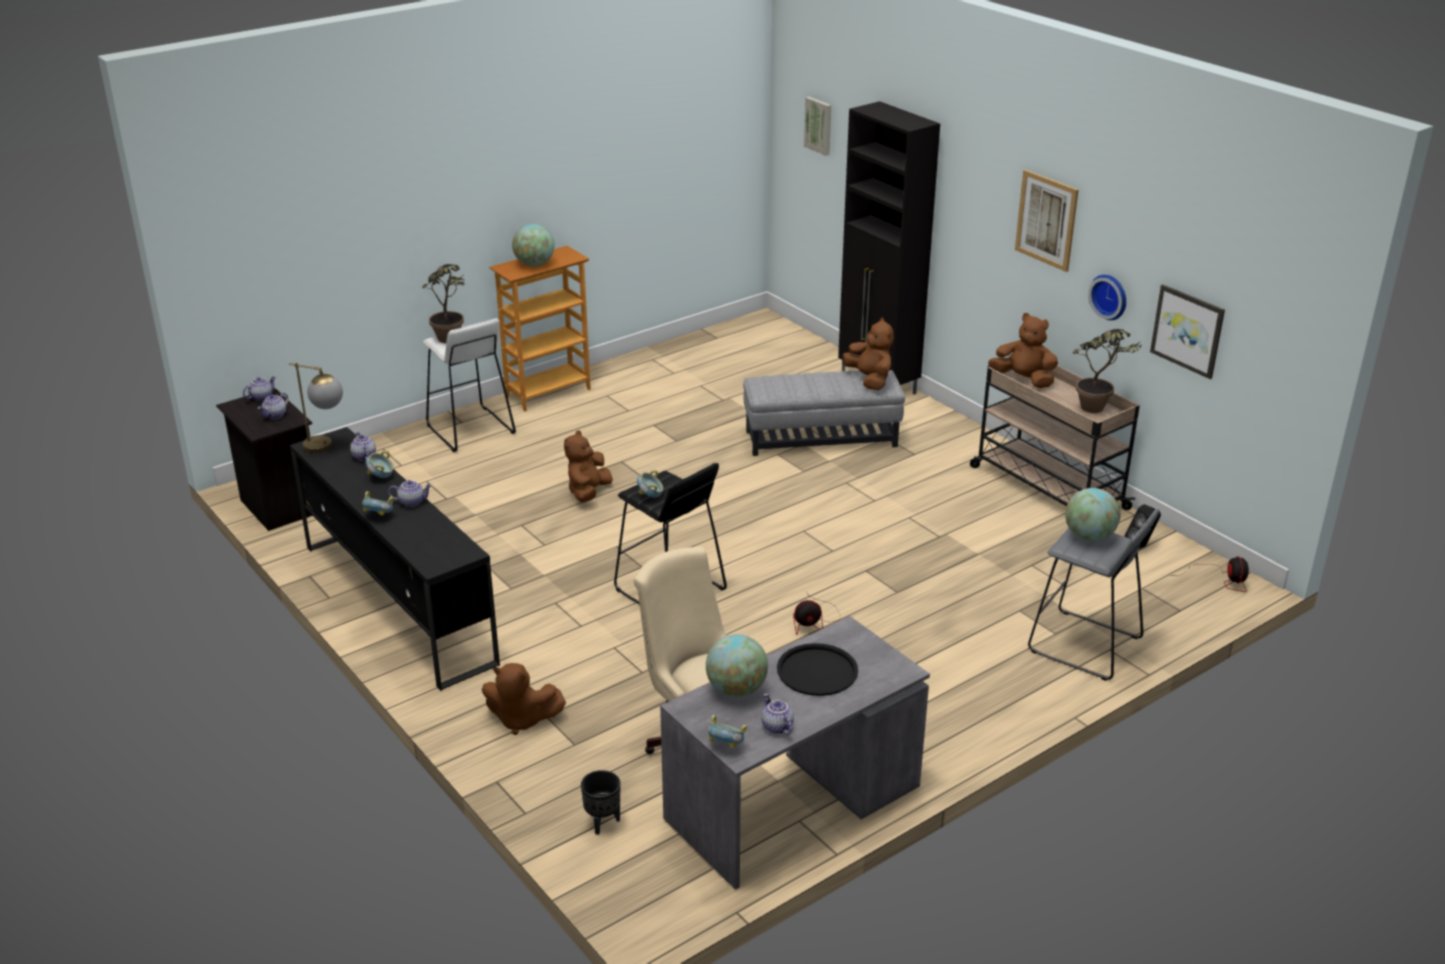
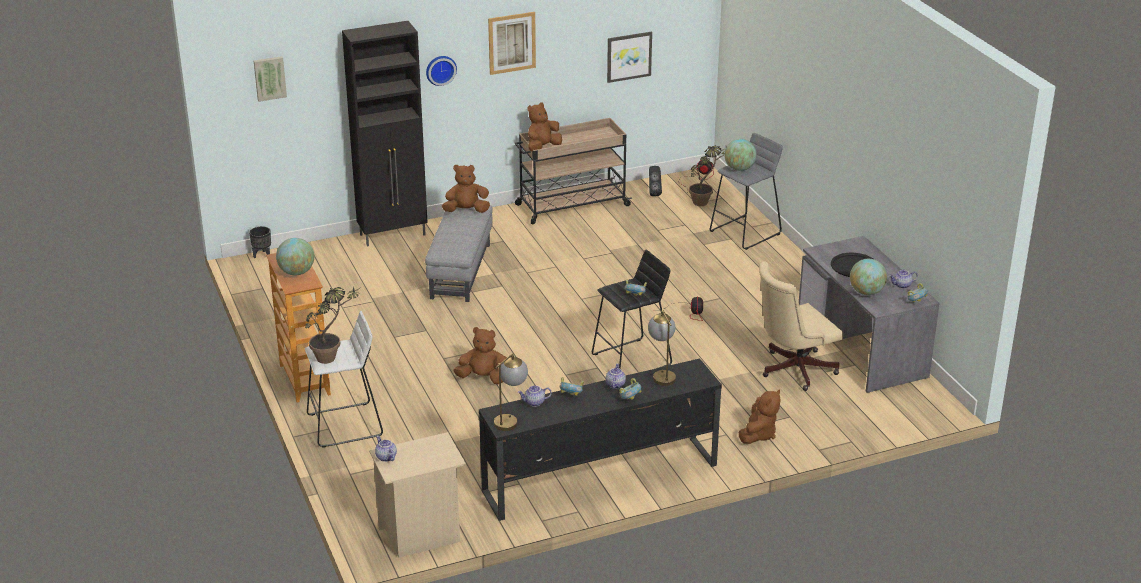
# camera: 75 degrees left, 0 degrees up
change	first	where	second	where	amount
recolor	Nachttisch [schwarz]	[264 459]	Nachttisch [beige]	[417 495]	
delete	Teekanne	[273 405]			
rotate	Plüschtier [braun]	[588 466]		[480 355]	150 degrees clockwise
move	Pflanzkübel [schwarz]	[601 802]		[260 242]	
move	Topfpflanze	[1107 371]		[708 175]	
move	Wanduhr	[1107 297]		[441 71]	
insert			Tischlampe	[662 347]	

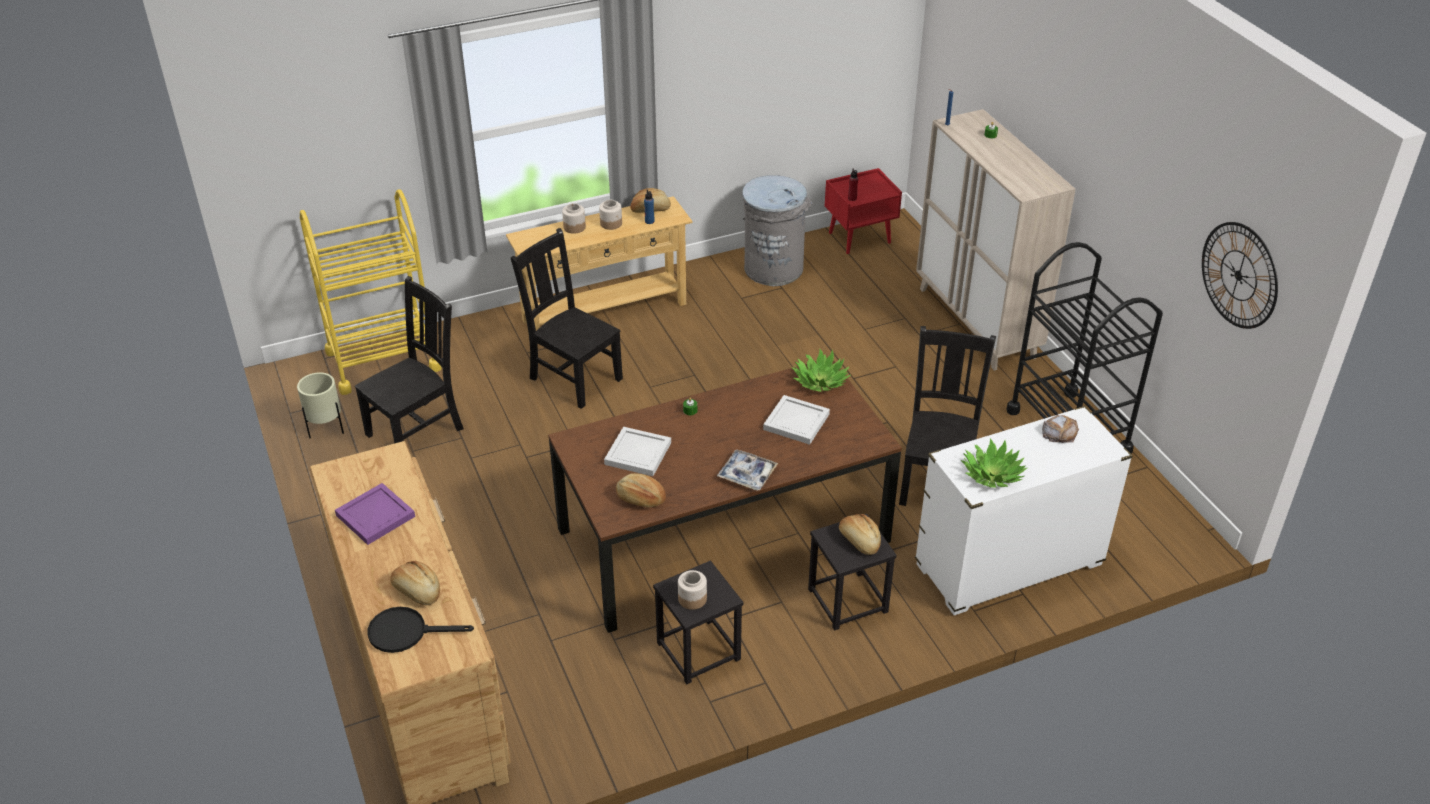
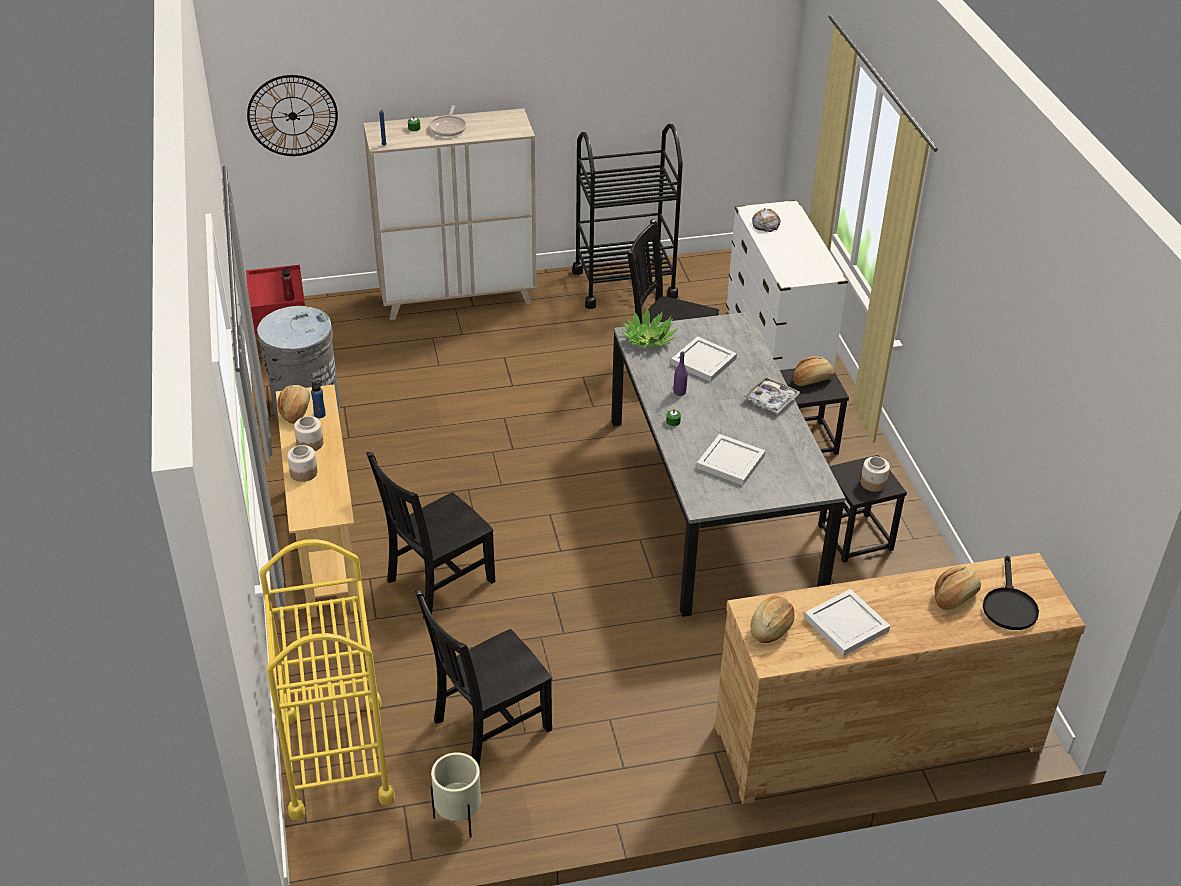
# camera: 80 degrees left, 0 degrees up
change	first	where	second	where	amount
recolor	Tablett [lila]	[375 514]	Tablett [weiß]	[847 622]	
rotate	Stuhl [schwarz]	[409 359]		[483 678]	90 degrees counterclockwise
recolor	Esstisch [braun]	[725 496]	Esstisch [grau]	[728 464]	
move	Brot	[641 490]		[772 619]	
delete	Topfpflanze	[994 463]			
move	Wanduhr	[1240 275]		[292 115]	
insert			Pfanne	[447 121]	
insert			Flasche [lila]	[680 374]	

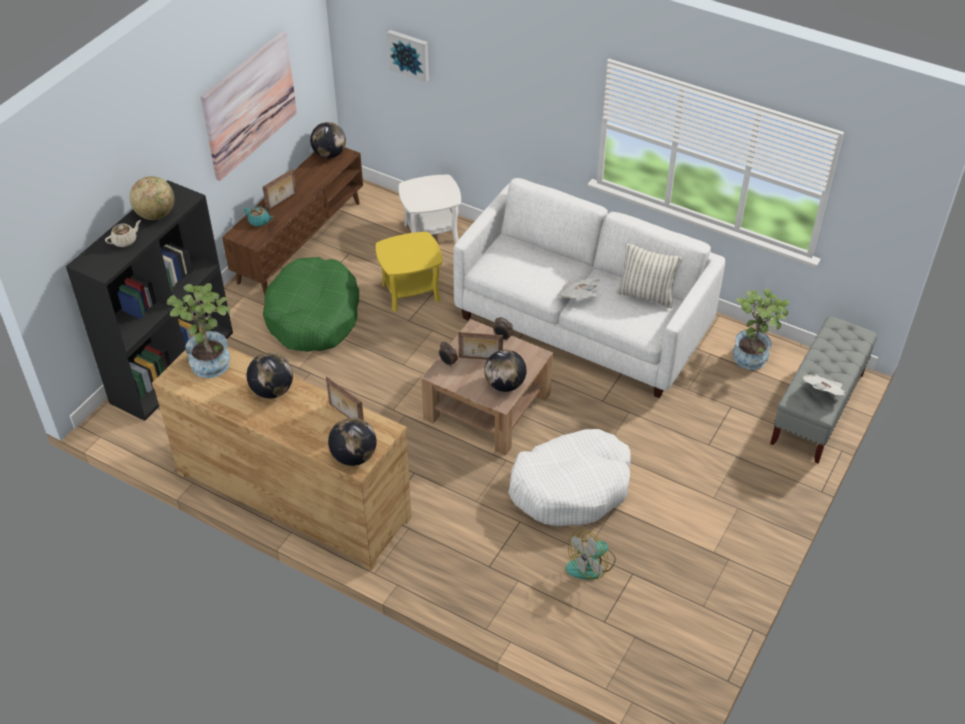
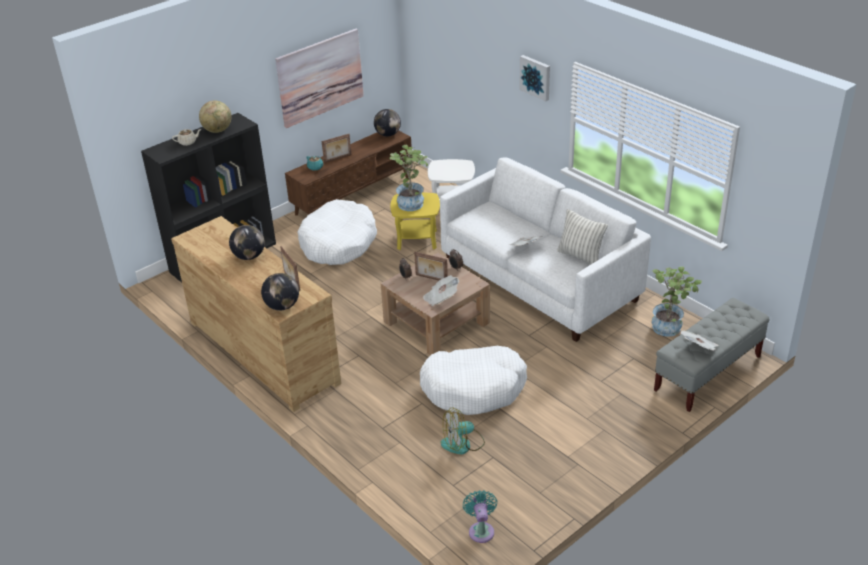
# camera: 20 degrees right, 10 degrees down
change	first	where	second	where	amount
move	Topfpflanze	[198 330]		[408 178]	
recolor	Hundebett [grün]	[311 304]	Hundebett [weiß]	[337 232]	
move	Bild	[408 56]		[534 78]	
replace	Globus	[505 371]	Zeitung	[441 290]	
insert			Ventilator [türkis]	[480 516]	

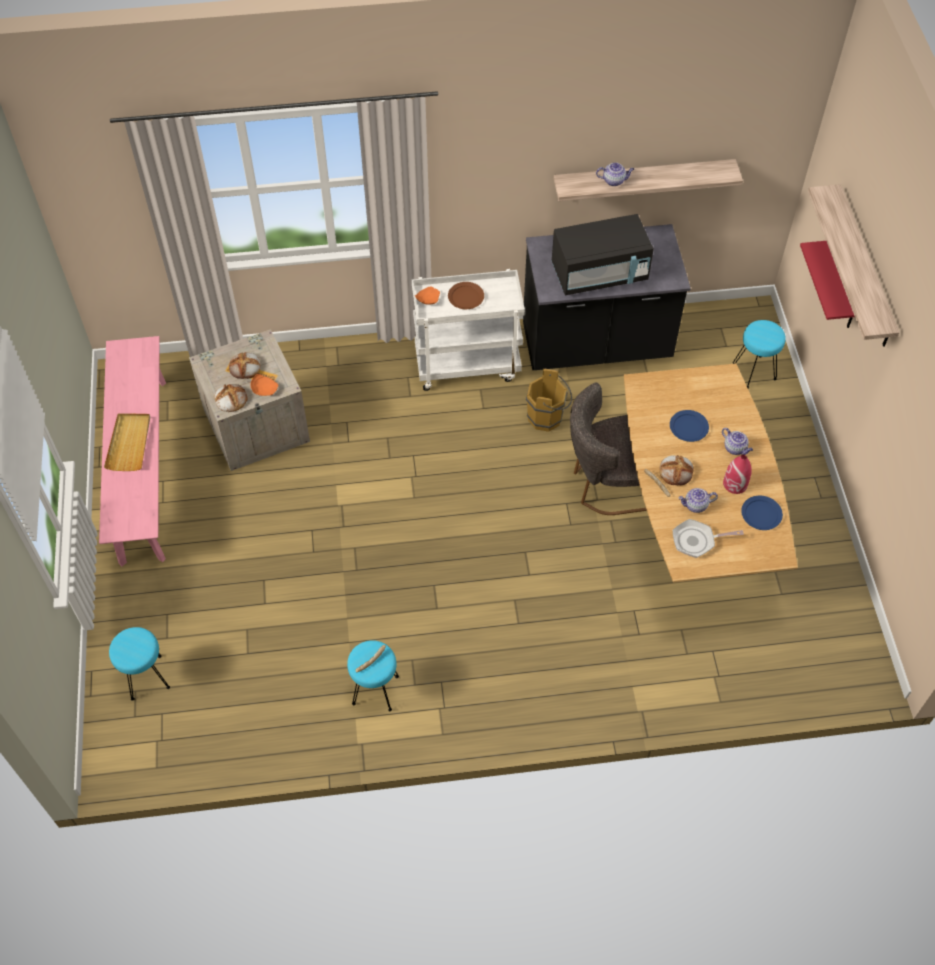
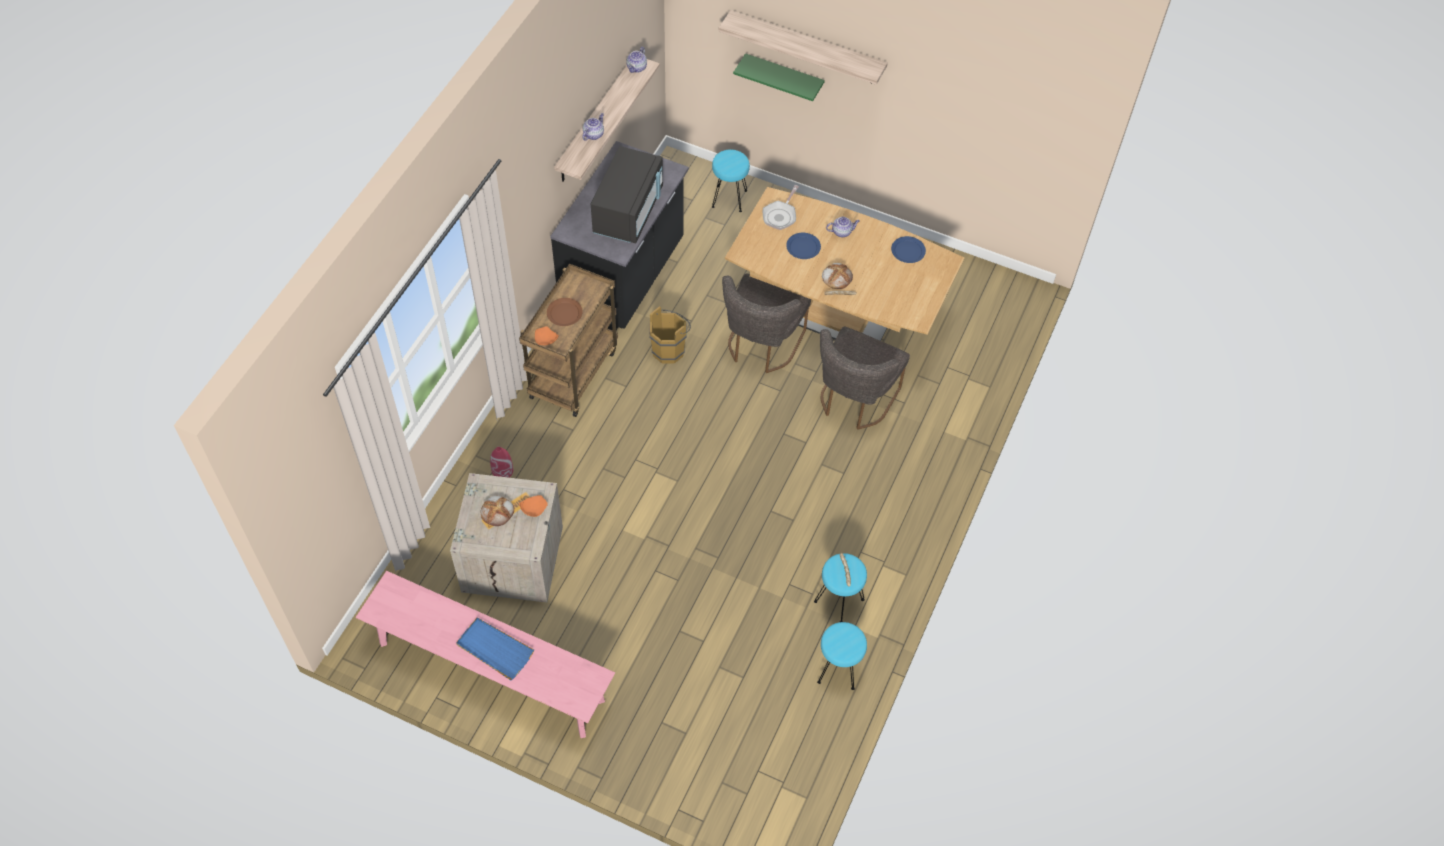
# camera: 60 degrees left, 0 degrees up
change	first	where	second	where	amount
recolor	Tablett [beige]	[127 442]	Tablett [blau]	[495 649]	
move	Hocker [türkis]	[139 664]		[842 656]	
delete	Brot	[231 398]			
recolor	Rollwagen [weiß]	[468 330]	Rollwagen [braun]	[568 340]	
move	Pfanne	[708 538]		[781 207]	
move	Teekanne	[698 500]		[636 60]	
move	Vase [rot]	[737 474]		[501 462]	
recolor	Wandregal [rot]	[827 284]	Wandregal [grün]	[779 77]	
insert			Stuhl [grau]	[865 378]	

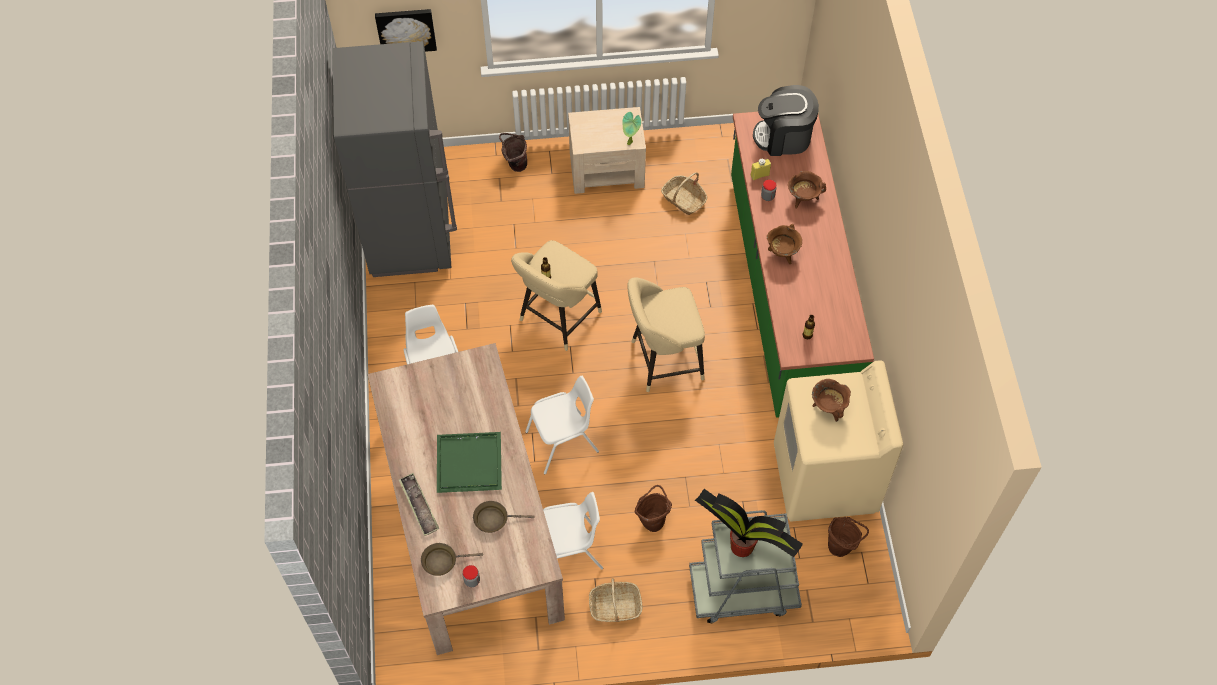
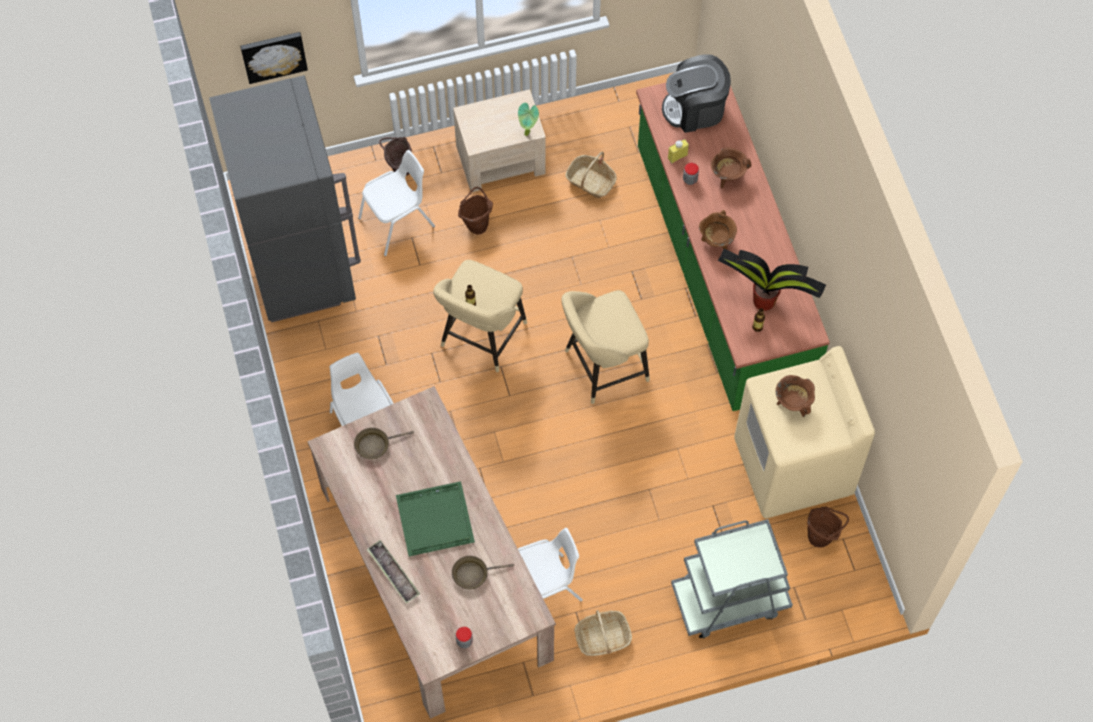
# camera: 10 degrees left, 5 degrees up
change	first	where	second	where	amount
move	Pfanne [braun]	[452 559]		[384 444]	
move	Stuhl [weiß]	[562 425]		[396 203]	
move	Eimer [braun]	[653 508]		[475 211]	
move	Topfpflanze	[749 523]		[771 279]	

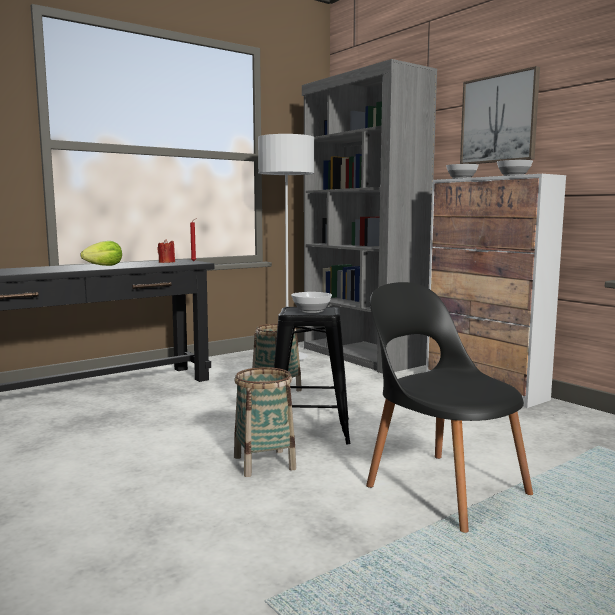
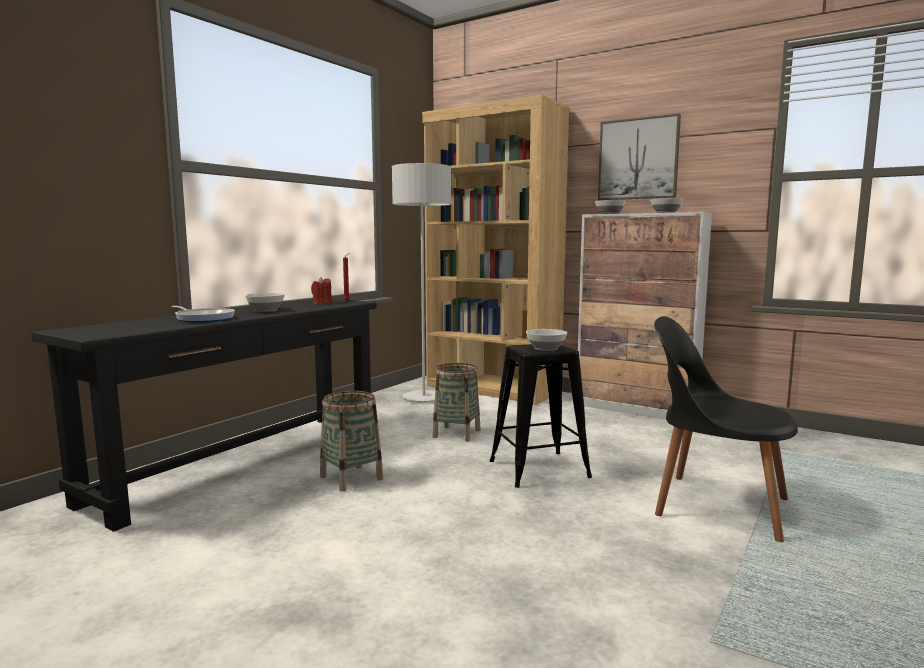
# camera: 20 degrees left, 0 degrees up
change	first	where	second	where	amount
replace	Salatkopf	[101 253]	Schüssel	[265 302]	
move	Korb	[265 422]		[351 441]	
recolor	Bücherregal [grau]	[369 216]	Bücherregal [braun]	[495 250]	
insert			Pfanne	[203 314]	

